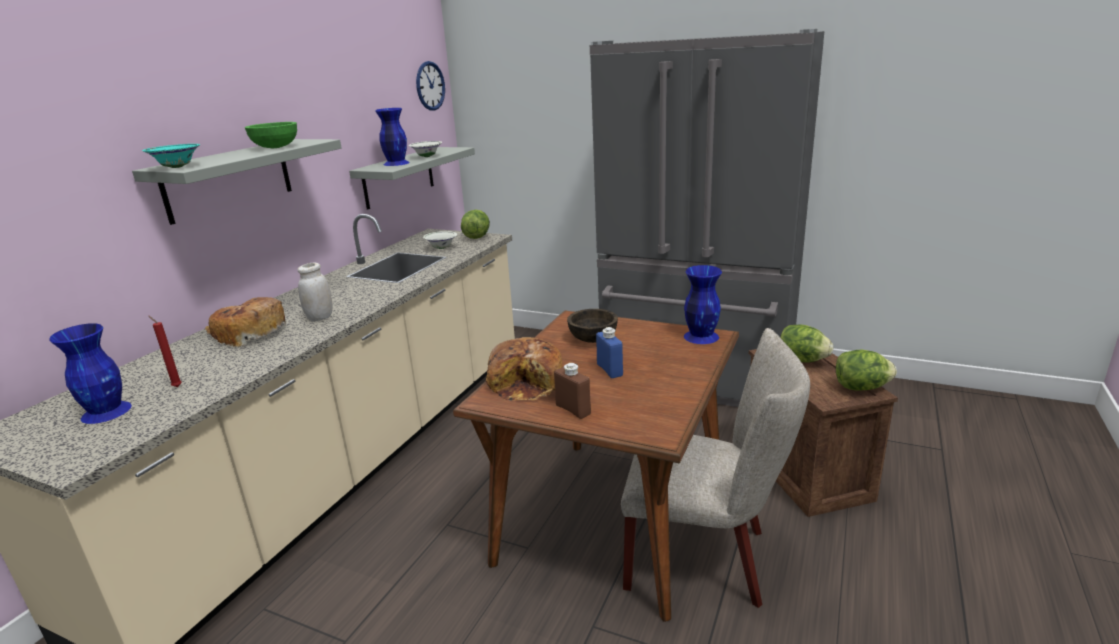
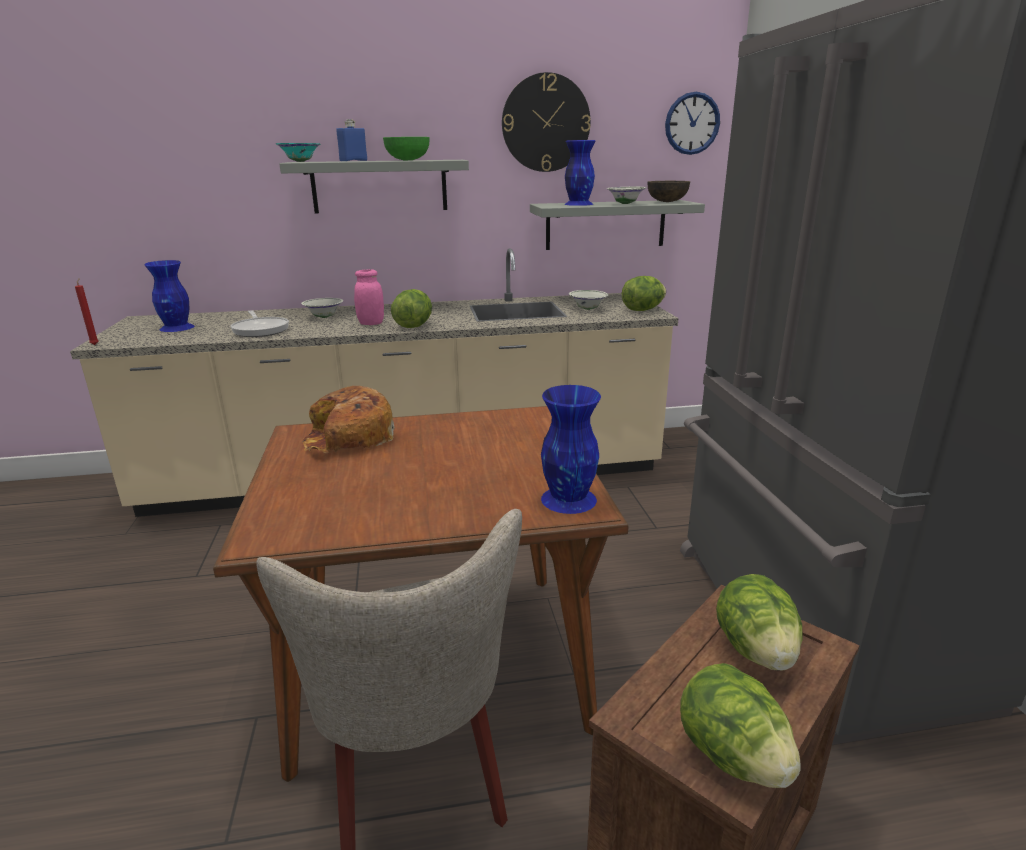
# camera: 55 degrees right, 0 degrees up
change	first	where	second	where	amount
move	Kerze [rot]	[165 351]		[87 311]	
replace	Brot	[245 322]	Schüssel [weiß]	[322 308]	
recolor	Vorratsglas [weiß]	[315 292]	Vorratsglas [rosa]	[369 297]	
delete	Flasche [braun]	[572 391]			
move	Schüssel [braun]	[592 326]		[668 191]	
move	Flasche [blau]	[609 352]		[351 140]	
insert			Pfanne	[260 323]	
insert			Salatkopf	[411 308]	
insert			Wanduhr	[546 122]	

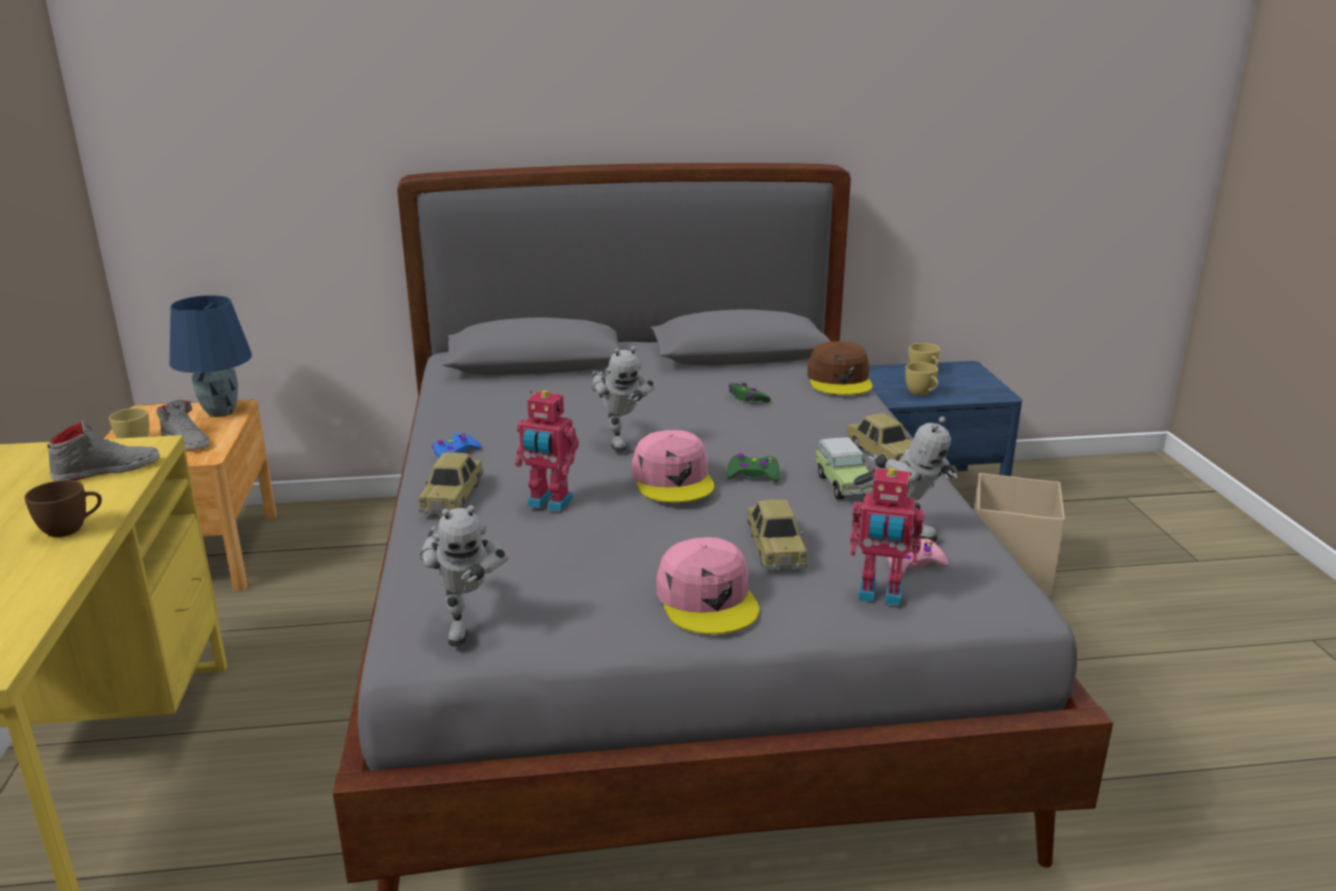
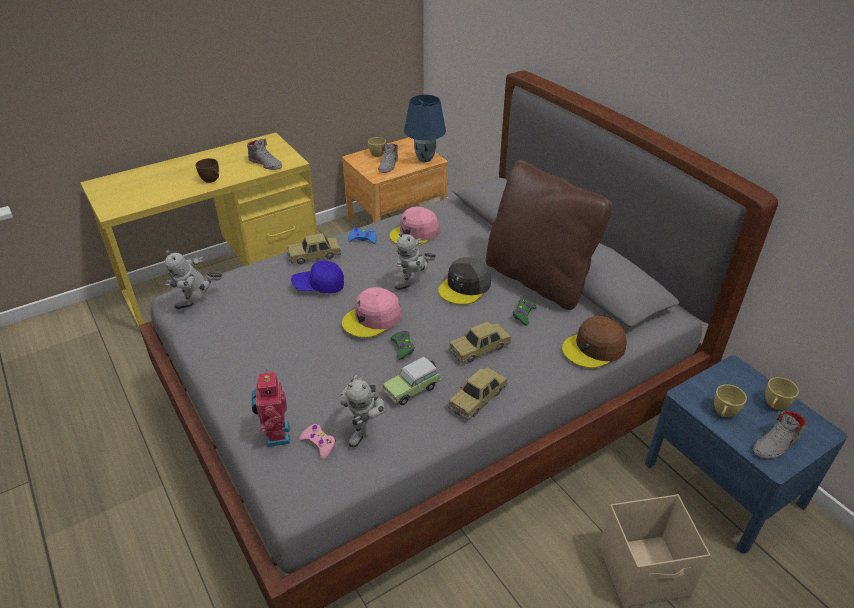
# camera: 65 degrees right, 15 degrees up
change	first	where	second	where	amount
replace	Spielzeugroboter	[547 451]	Kappe [blau]	[317 277]	
move	Kappe [rosa]	[708 585]		[415 226]	
move	Spielzeugauto	[777 535]		[480 342]	
insert			Kappe [grau]	[464 281]	
insert			Kissen [braun]	[549 235]	
insert			Schuh [grau]	[780 435]	

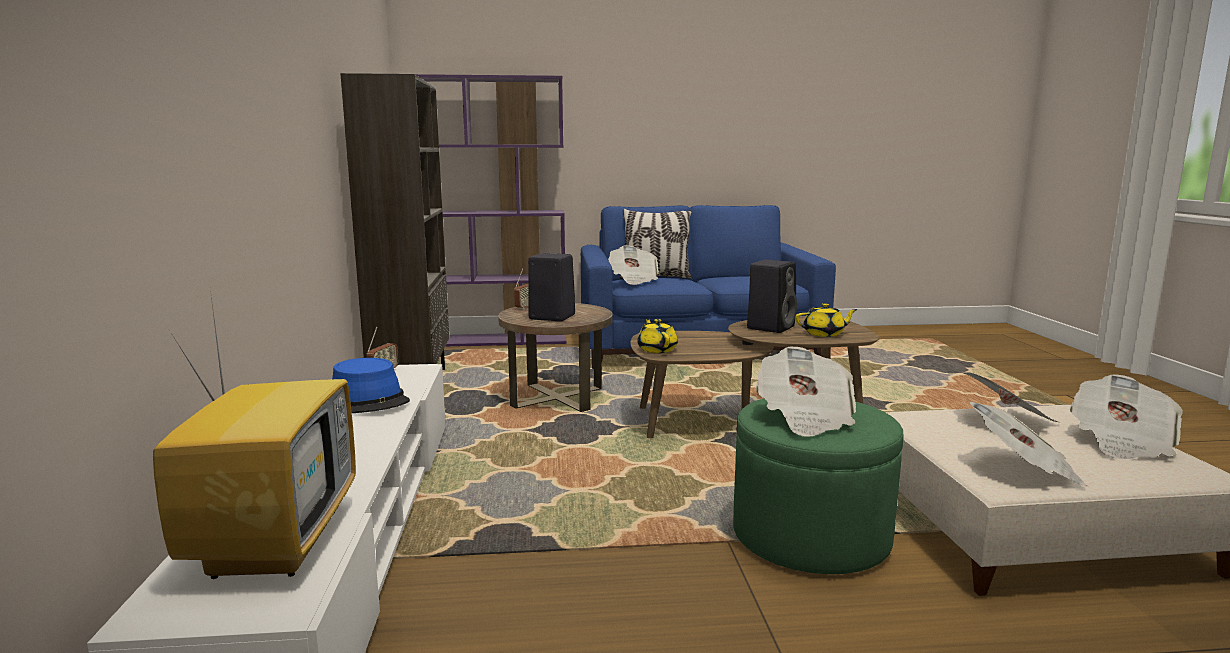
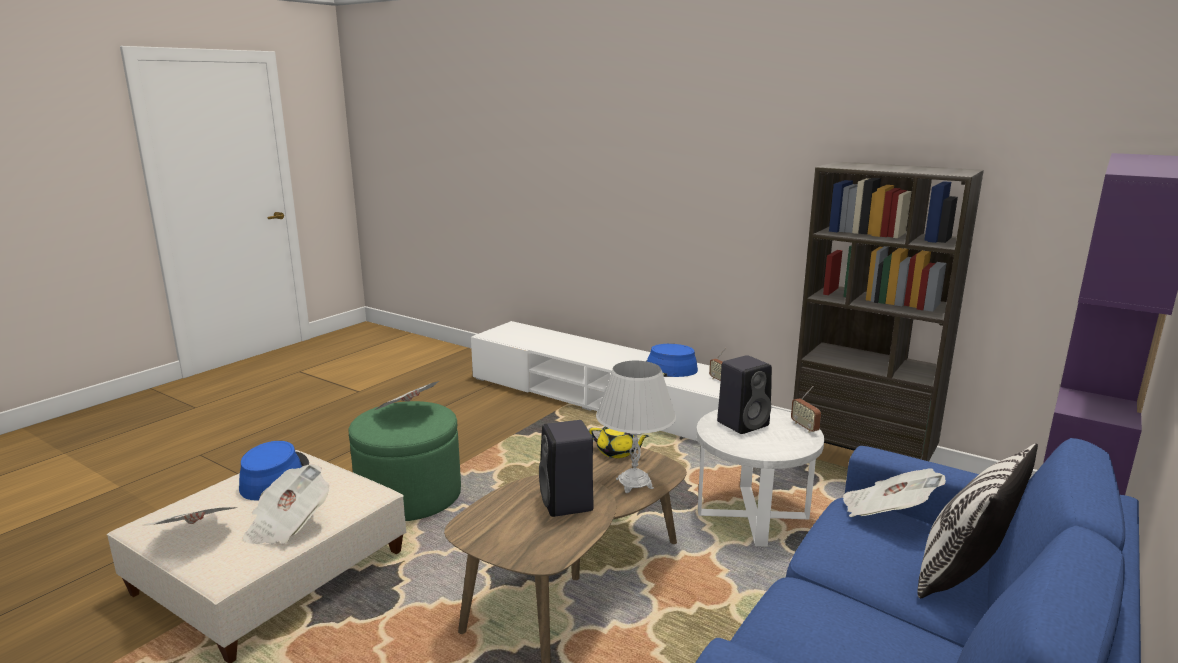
# camera: 130 degrees right, 5 degrees up
change	first	where	second	where	amount
delete	Fernseher	[254 434]			
recolor	Beistelltisch [braun]	[555 357]	Beistelltisch [weiß]	[760 477]	
delete	Teekanne [gelb]	[826 320]			
replace	Zeitung	[1028 444]	Hut [blau]	[274 471]	
insert			Tischlampe [weiß]	[636 427]	

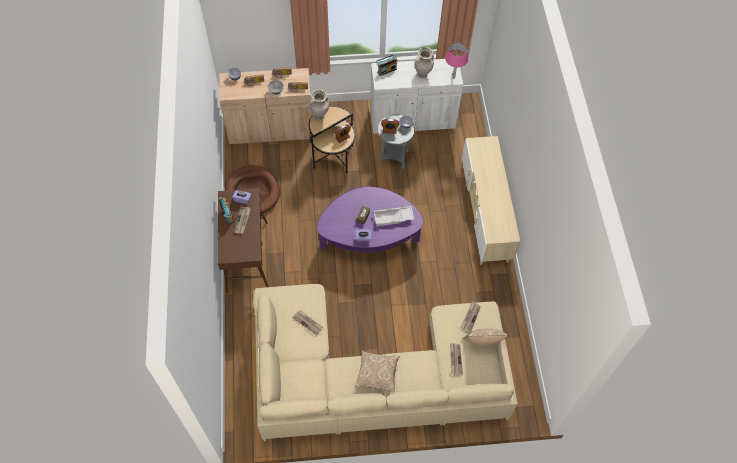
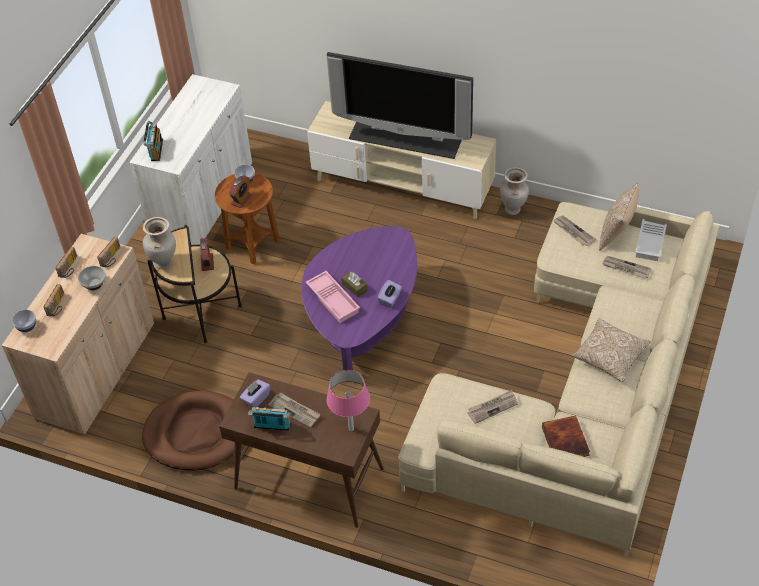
# camera: 60 degrees left, 10 degrees down
change	first	where	second	where	amount
move	Tablett [weiß]	[394 216]		[651 240]	
recolor	Beistelltisch [grau]	[396 141]	Beistelltisch [braun]	[247 219]	
move	Vase [beige]	[424 62]		[514 191]	
move	Tischlampe [rosa]	[456 60]		[348 401]	
insert			Tablett [rosa]	[333 297]	
insert			Fernseher	[400 105]	
insert			Buch	[566 436]	

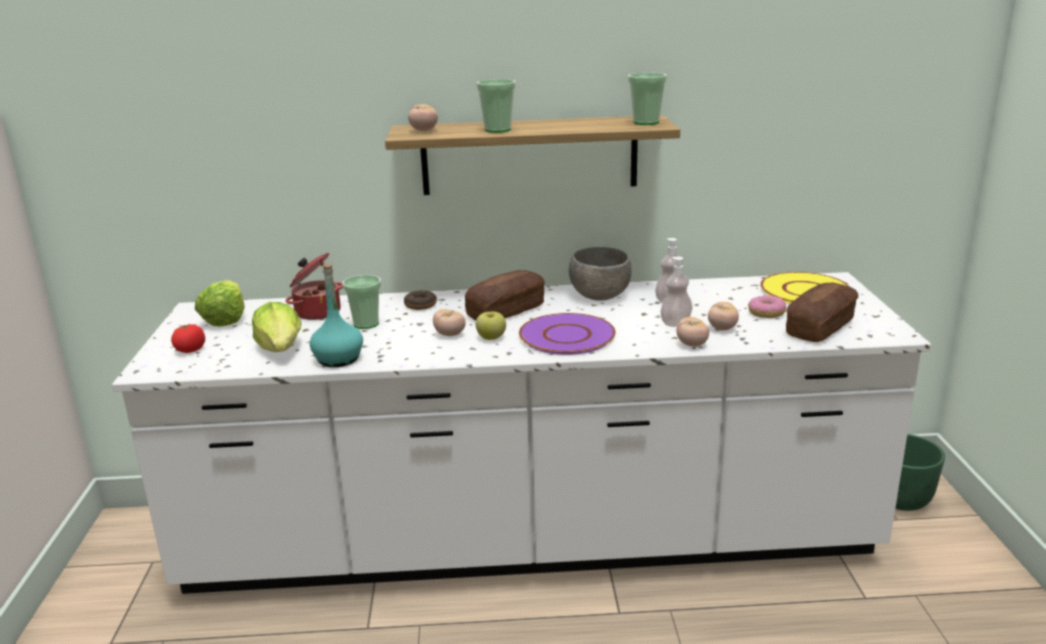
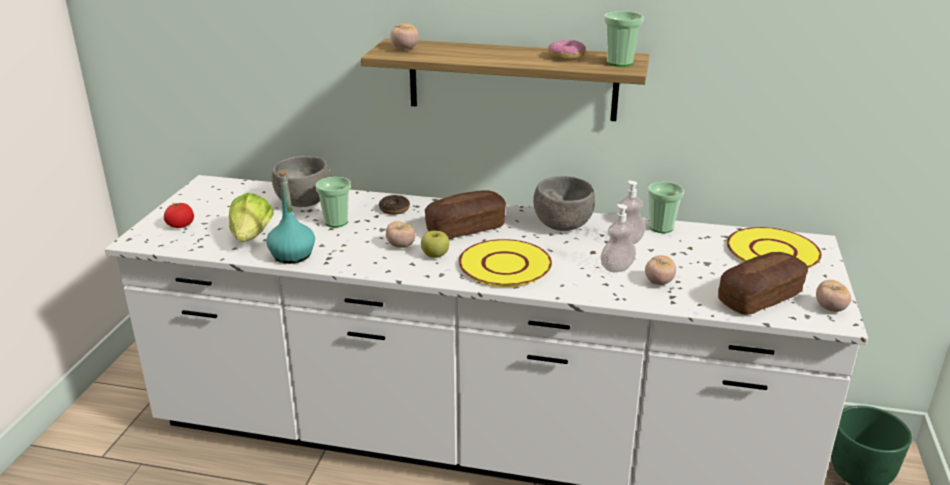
# camera: 15 degrees right, 5 degrees up
change	first	where	second	where	amount
delete	Salatkopf	[220 303]			
replace	Kochtopf	[314 286]	Schüssel [grau]	[301 181]	
move	Tasse	[496 106]		[665 207]	
recolor	Teller [lila]	[567 334]	Teller [gelb]	[505 263]	
move	Tomate	[692 332]		[833 296]	
move	Donut	[767 306]		[566 50]	

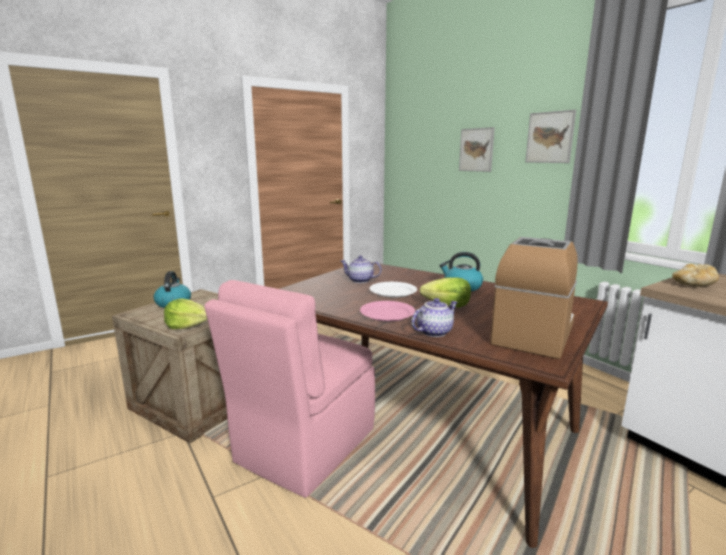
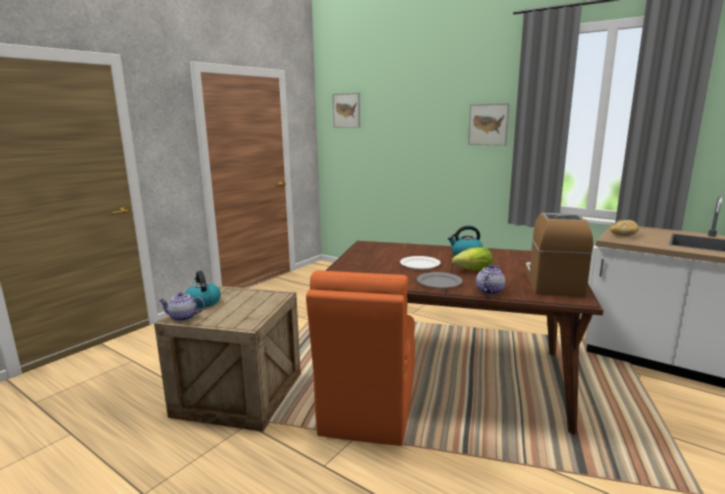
# camera: 20 degrees left, 0 degrees up
change	first	where	second	where	amount
delete	Salatkopf	[186 313]			
recolor	Stuhl [rosa]	[289 389]	Stuhl [orange]	[360 358]	
move	Teekanne	[361 269]		[182 306]	
recolor	Teller [rosa]	[387 311]	Teller [grau]	[440 280]	
move	Bild	[477 149]		[346 110]	

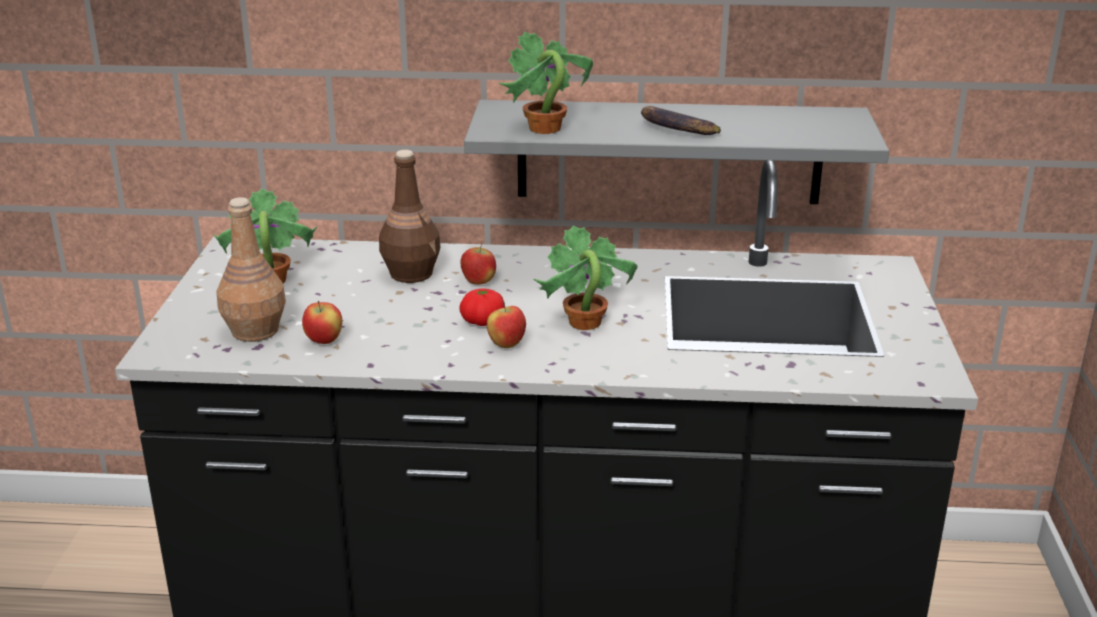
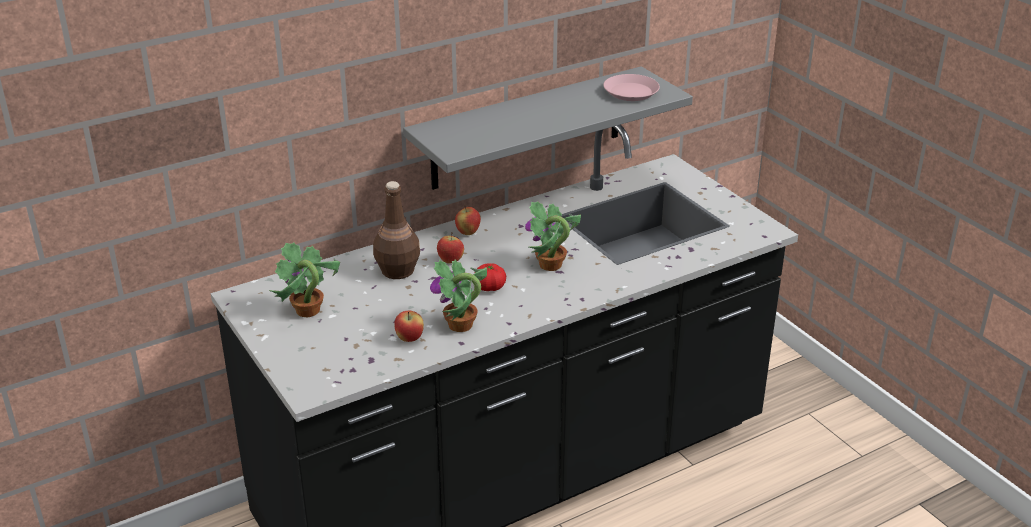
# camera: 35 degrees left, 5 degrees up
change	first	where	second	where	amount
delete	Flasche [braun]	[251 269]			
move	Apfel	[506 324]		[468 221]	
move	Topfpflanze	[545 83]		[458 296]	
delete	Banane	[681 120]			
insert			Teller [rosa]	[631 87]	

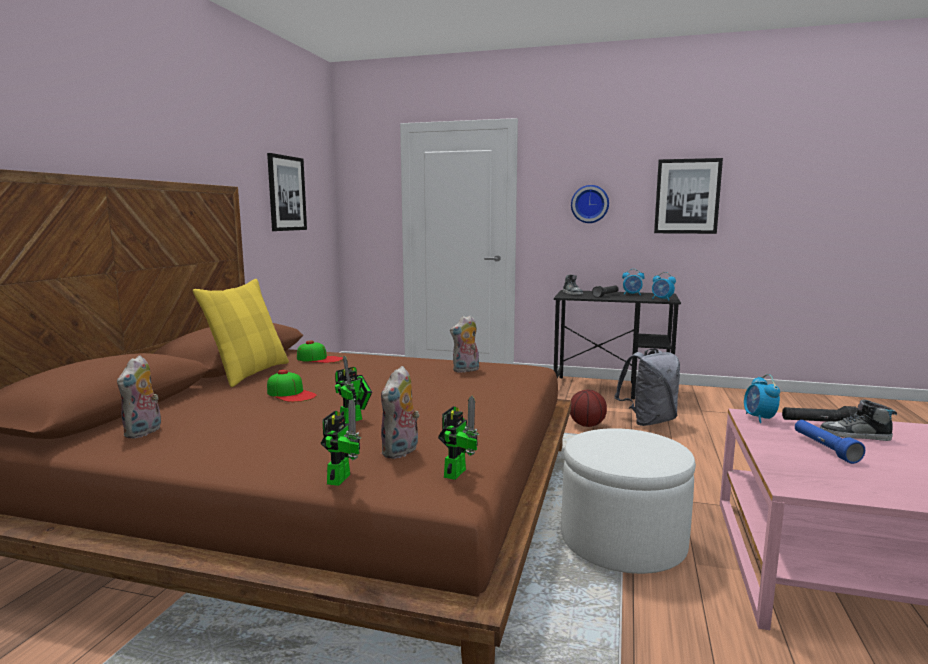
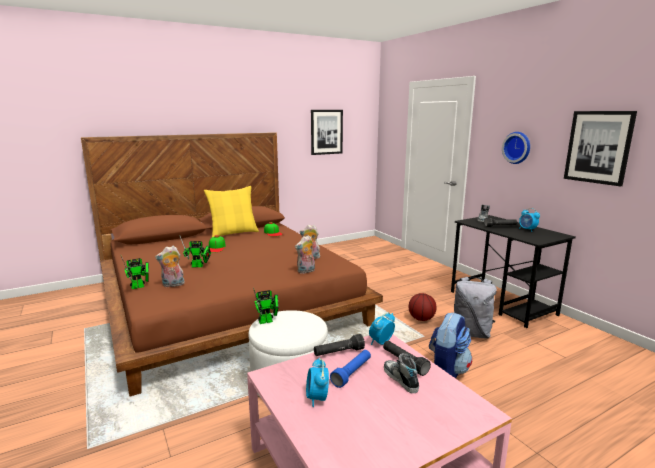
# camera: 45 degrees right, 5 degrees up
change	first	where	second	where	amount
move	Plüschtier	[139 396]		[305 254]	
move	Spielzeugroboter	[458 438]		[266 305]	
move	Wecker	[664 286]		[317 382]	
insert			Taschenlampe [schwarz]	[339 345]	
insert			Rucksack	[450 345]	

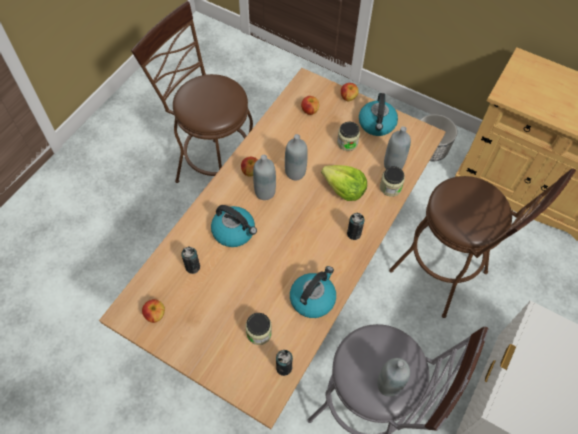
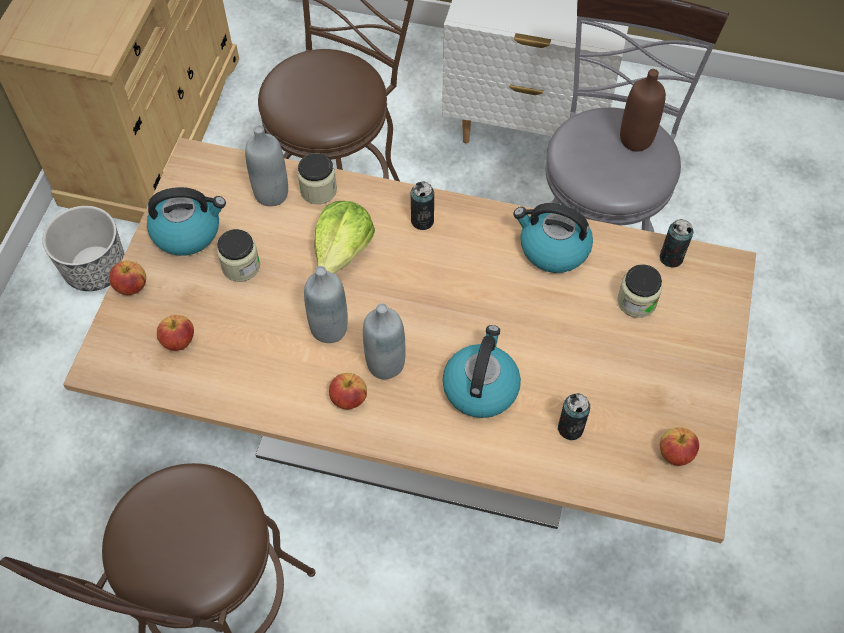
# camera: 105 degrees left, 0 degrees up
change	first	where	second	where	amount
recolor	Flasche [grau]	[393 377]	Flasche [braun]	[643 110]	

